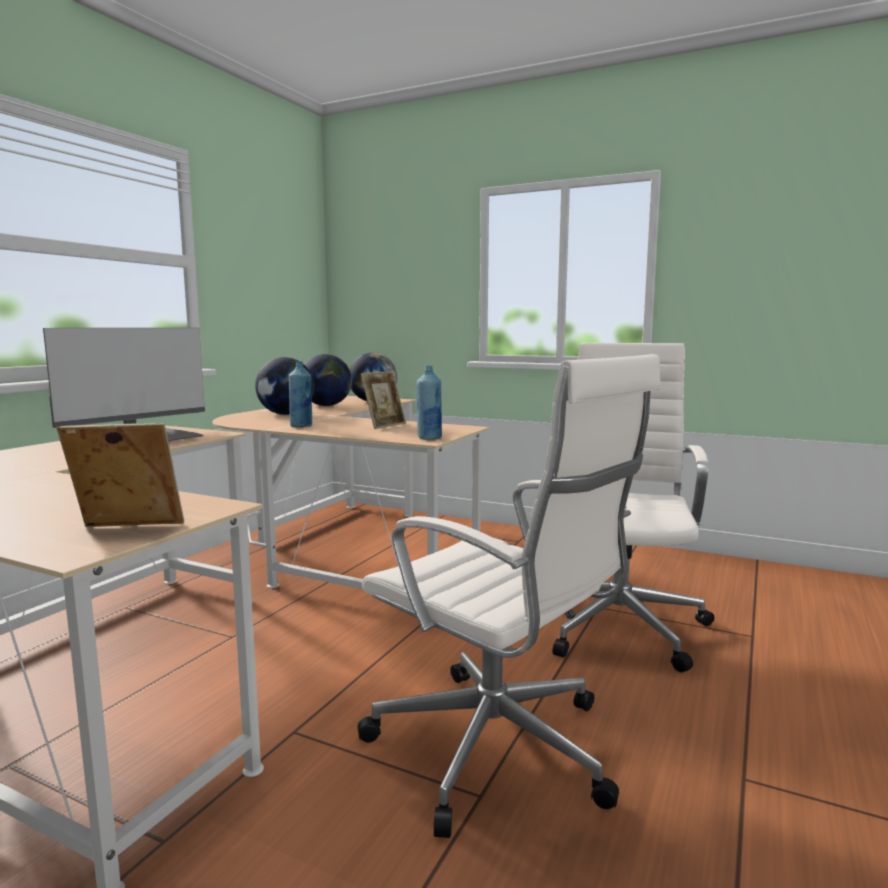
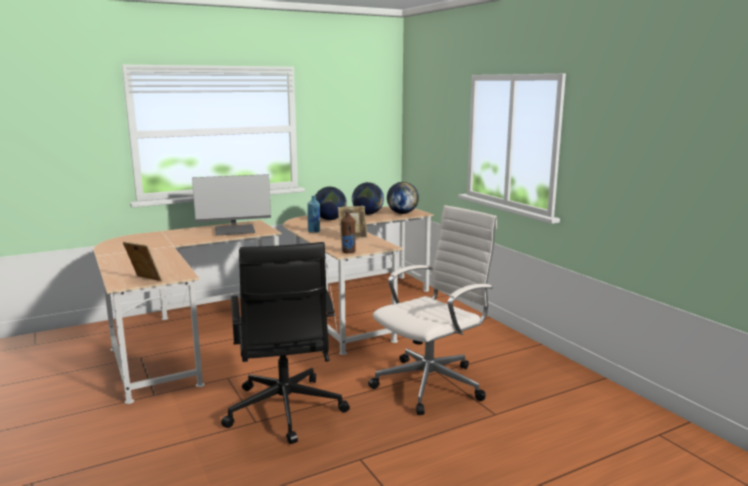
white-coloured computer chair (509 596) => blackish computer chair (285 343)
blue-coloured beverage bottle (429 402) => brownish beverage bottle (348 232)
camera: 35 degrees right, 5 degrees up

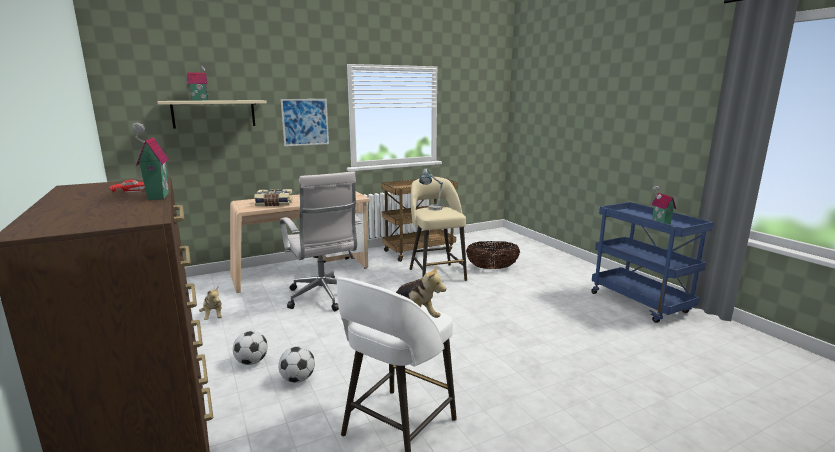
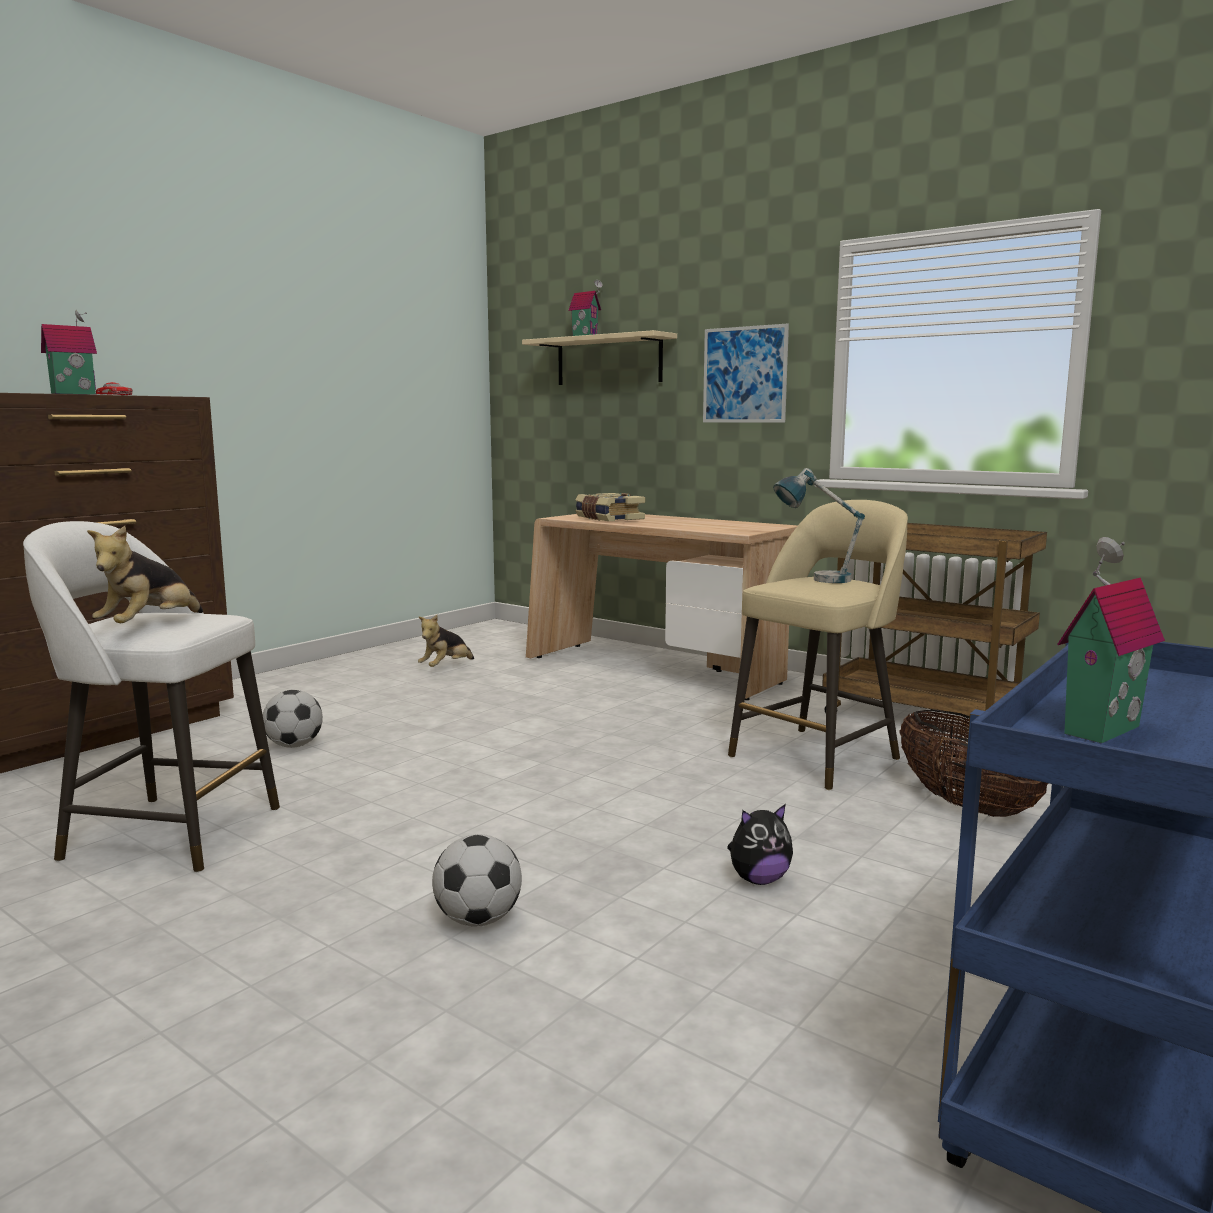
football ball (250 348) => football ball (477 880), relocated
nothing => plush toy (760 844)
white-coloured computer chair (320 241) => nothing
camera: 65 degrees right, 5 degrees down

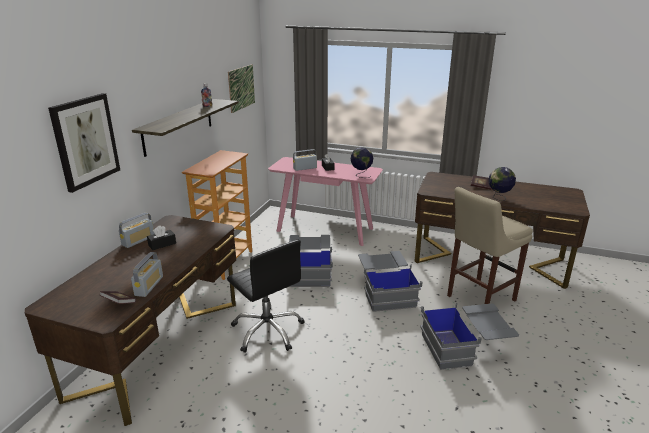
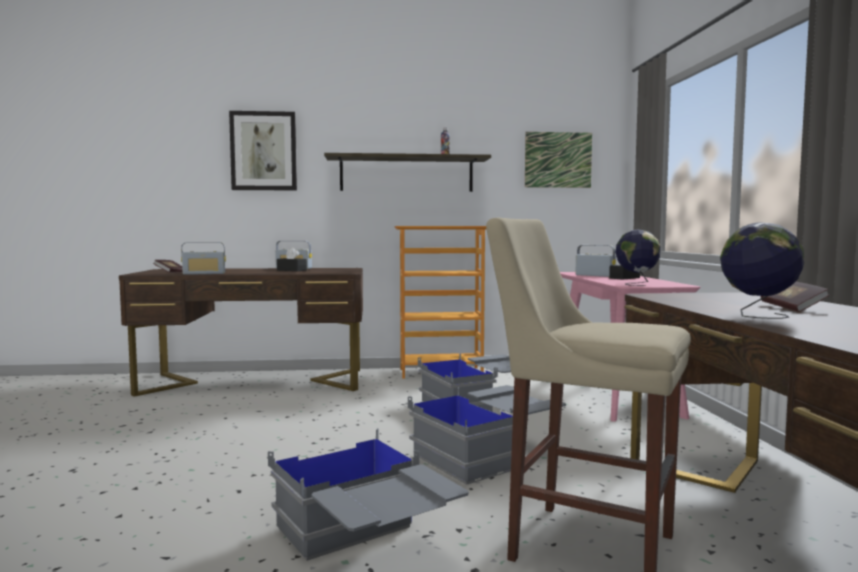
blackish computer chair (265 296) => nothing
camera: 65 degrees right, 20 degrees down

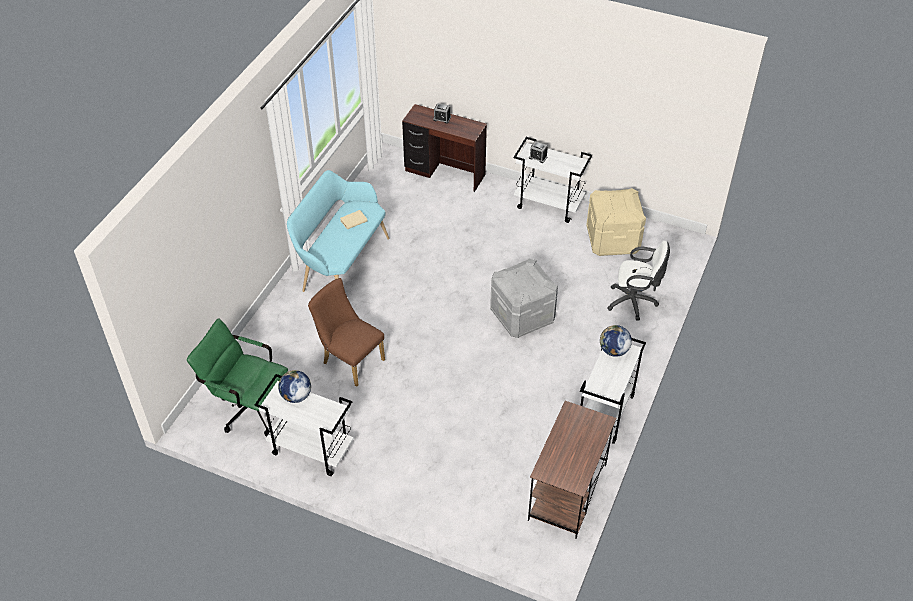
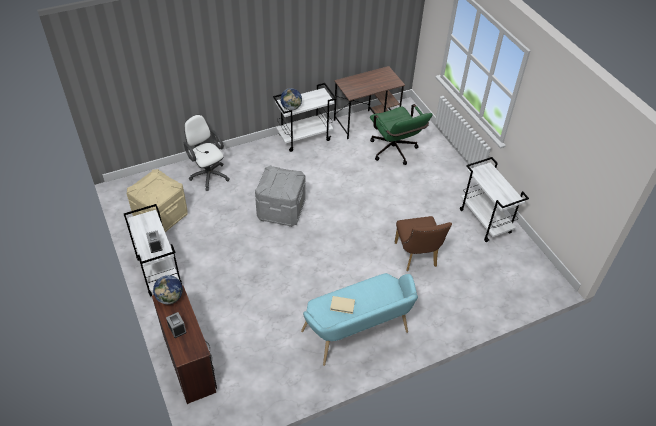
world globe (294 386) => world globe (168 289), relocated
greenish computer chair (237 377) => greenish computer chair (401 134), relocated
camera: 140 degrees left, 0 degrees up

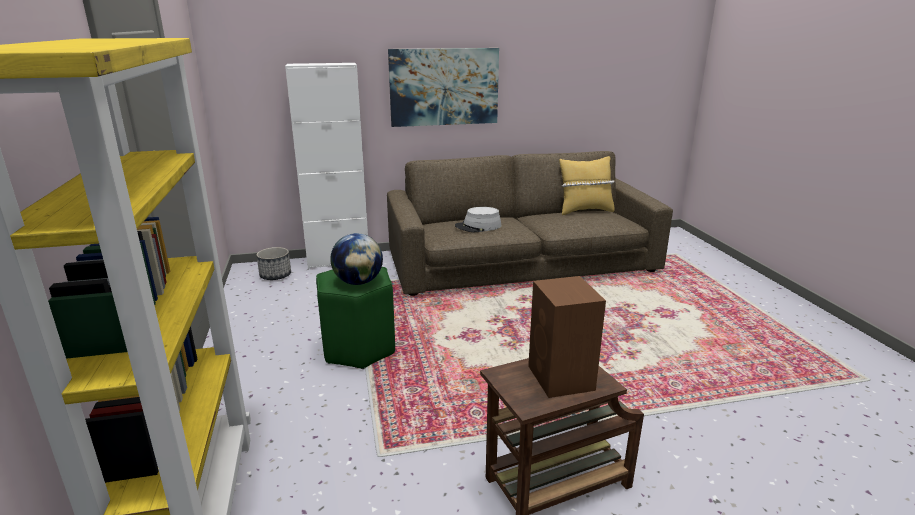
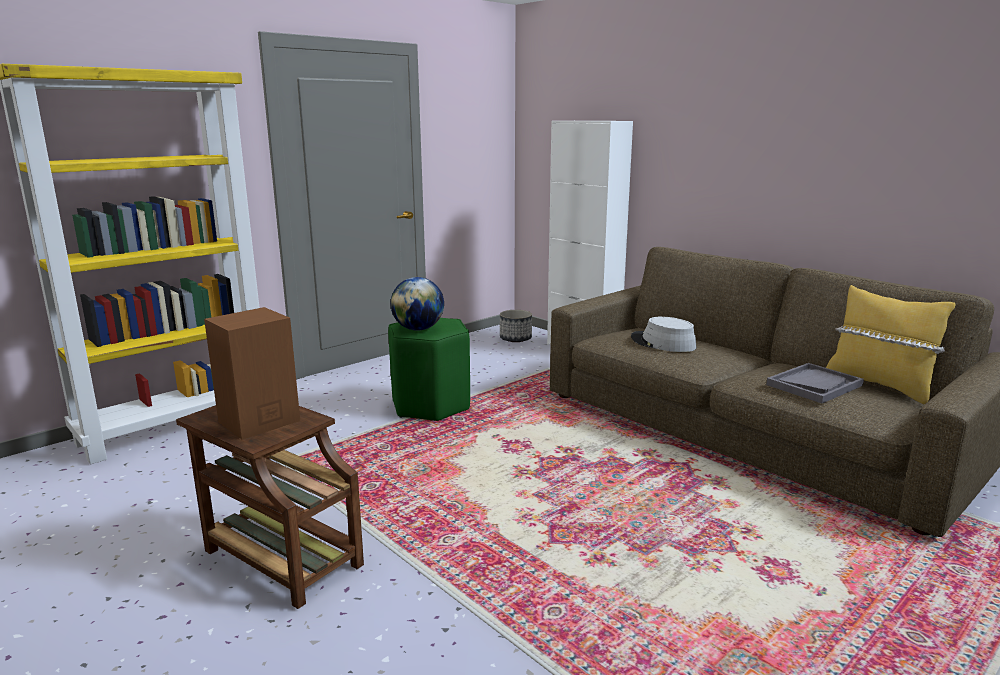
nothing => grey tray (815 383)
wall picture (443 87) => nothing
camera: 60 degrees right, 5 degrees down

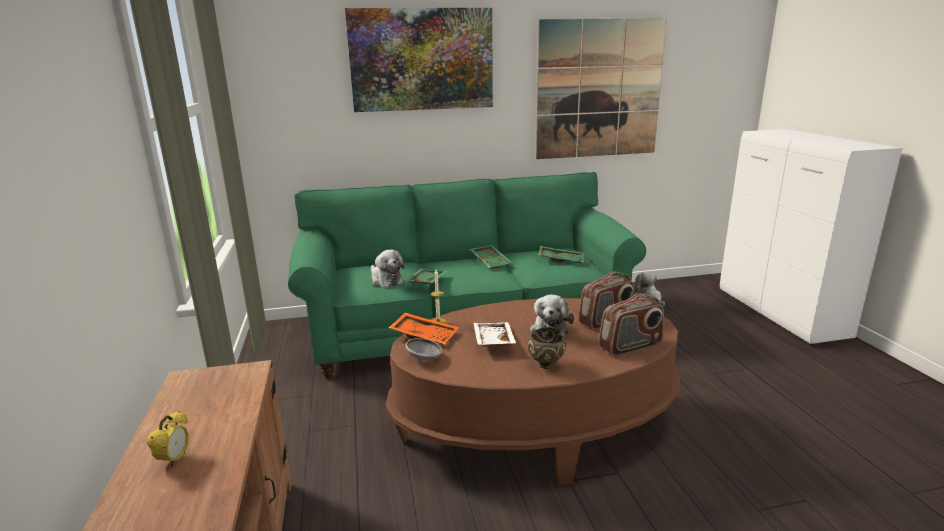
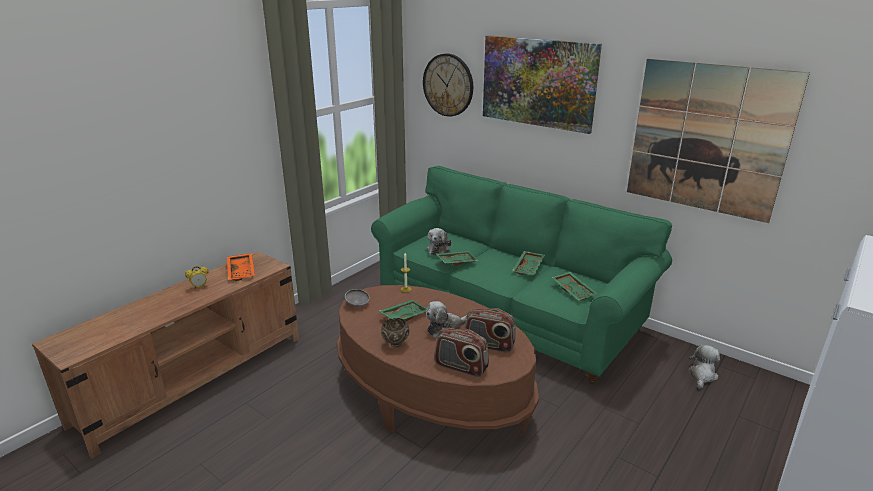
orange tray (424 328) => orange tray (241 267), relocated
white-coloured tray (495 334) => greenish tray (403 310)
nothing => clock on the wall (448 85)
camera: 50 degrees right, 5 degrees up

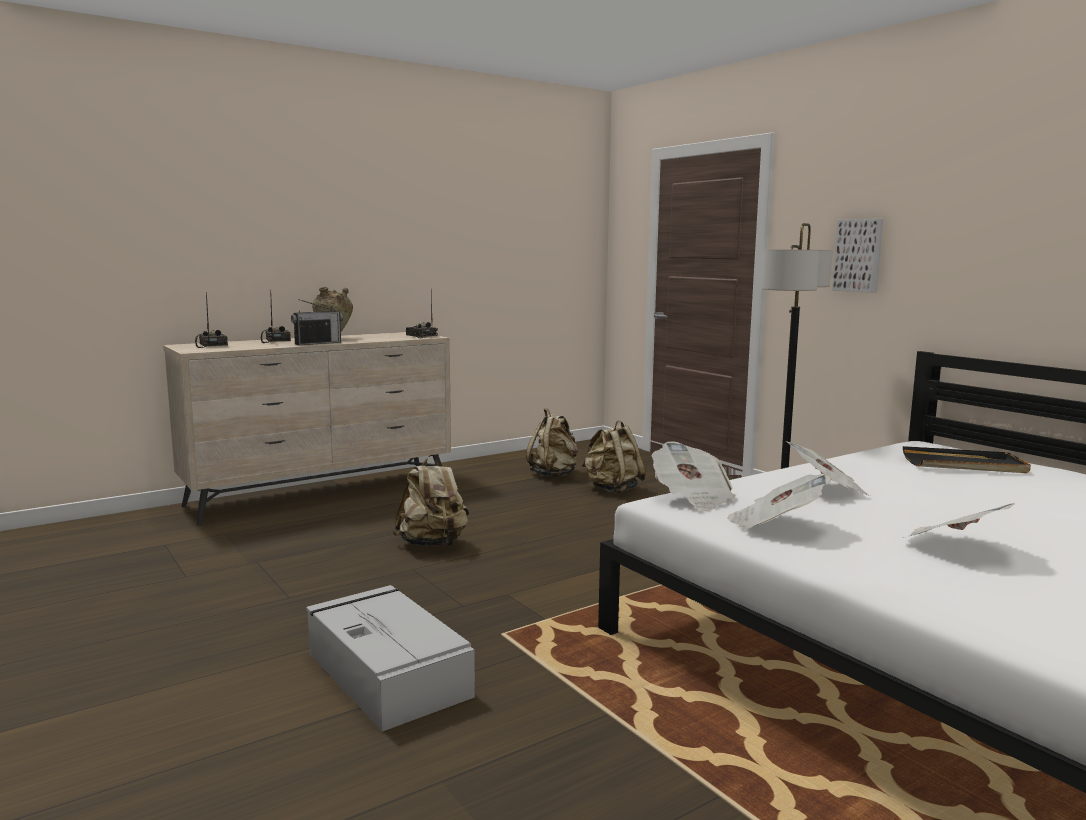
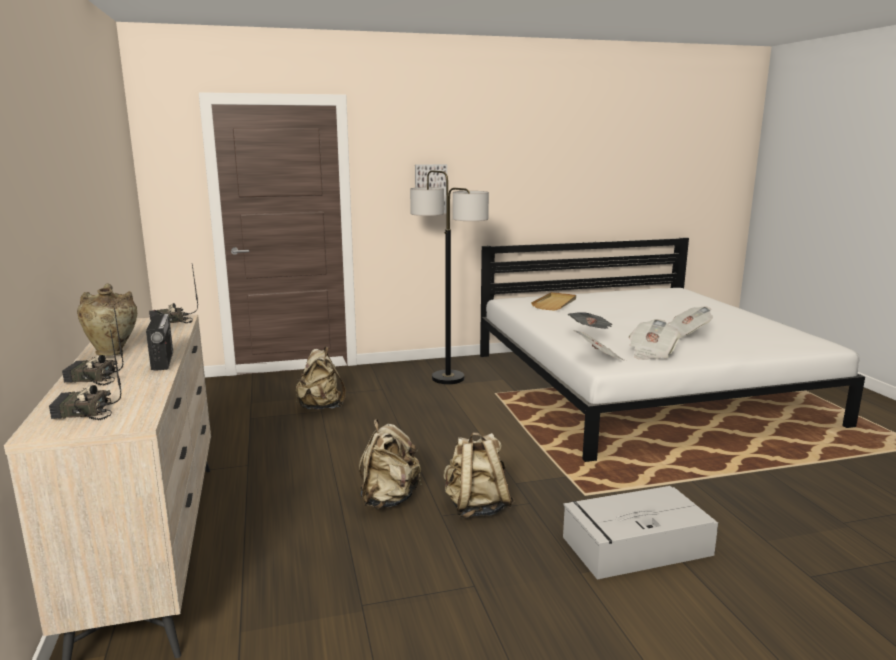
beige-coloured knapsack (552 442) => beige-coloured knapsack (479 475), relocated
blackish tray (967 459) => beige-coloured tray (553 301)
camera: 70 degrees left, 5 degrees up

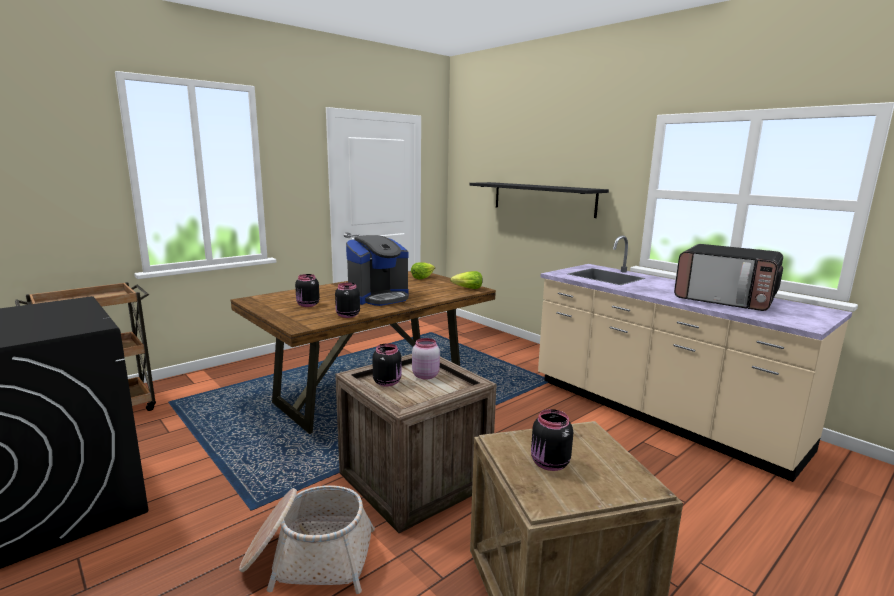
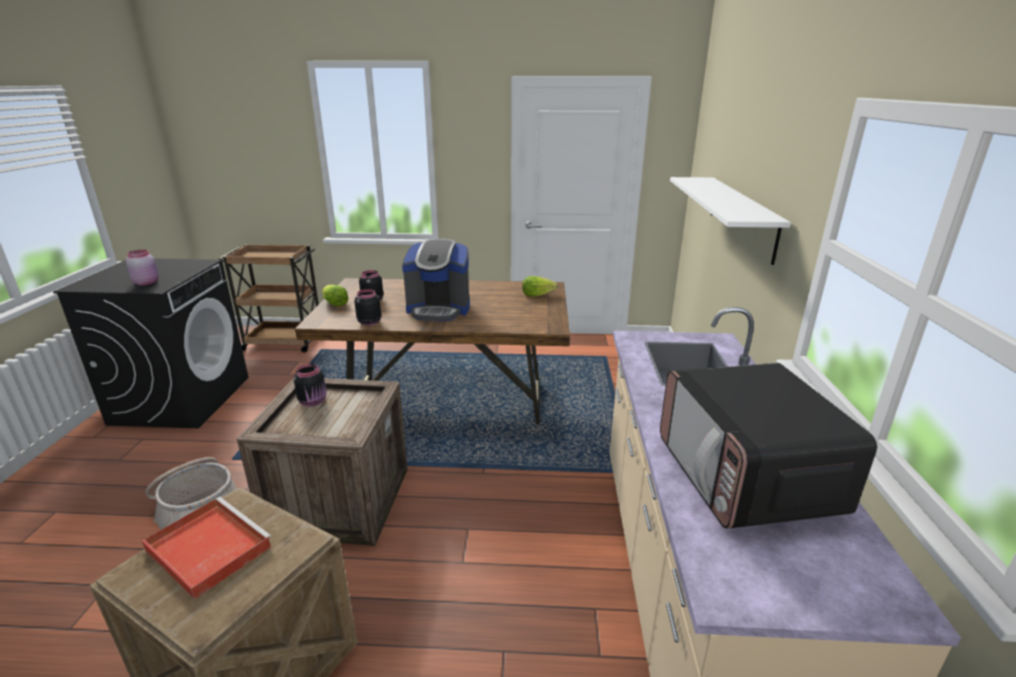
pink-coloured storage jar (426 359) => pink-coloured storage jar (142 267), relocated
blackish storage jar (552 440) => red-coloured tray (207 548)
lettuce (466 280) => lettuce (335 295), relocated
blackish shelf (539 200) => white-coloured shelf (730 221)
camera: 45 degrees right, 10 degrees up

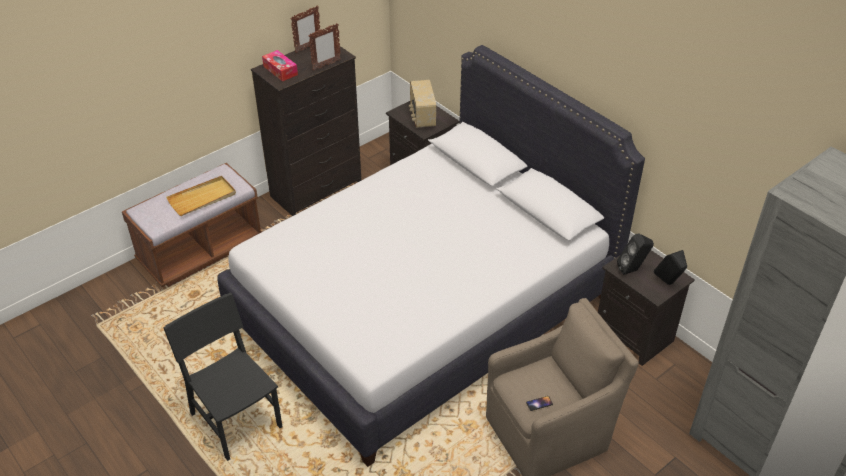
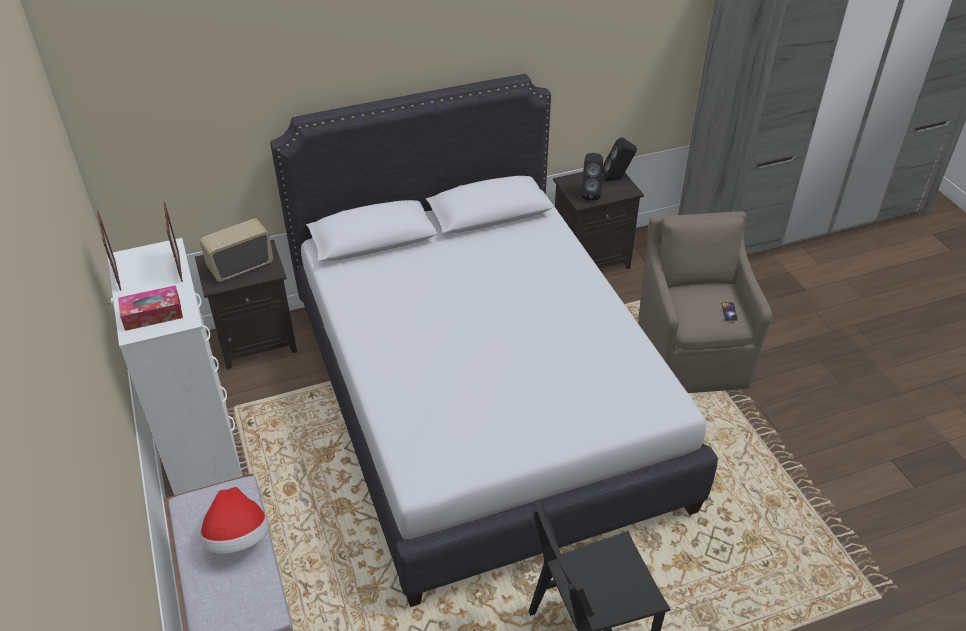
blackish drawer chest (306 130) => white-coloured drawer chest (175 366)
radio set (422 104) => radio set (236 250), 135 degrees clockwise
beige-coloured tray (201 196) => clothing hat (234 520)
camera: 70 degrees left, 0 degrees up

